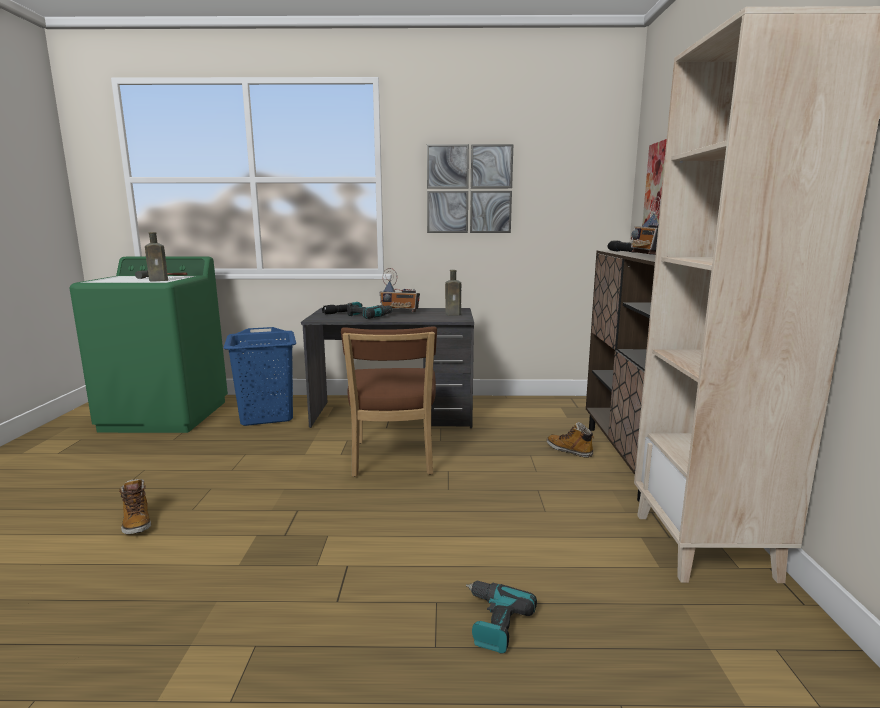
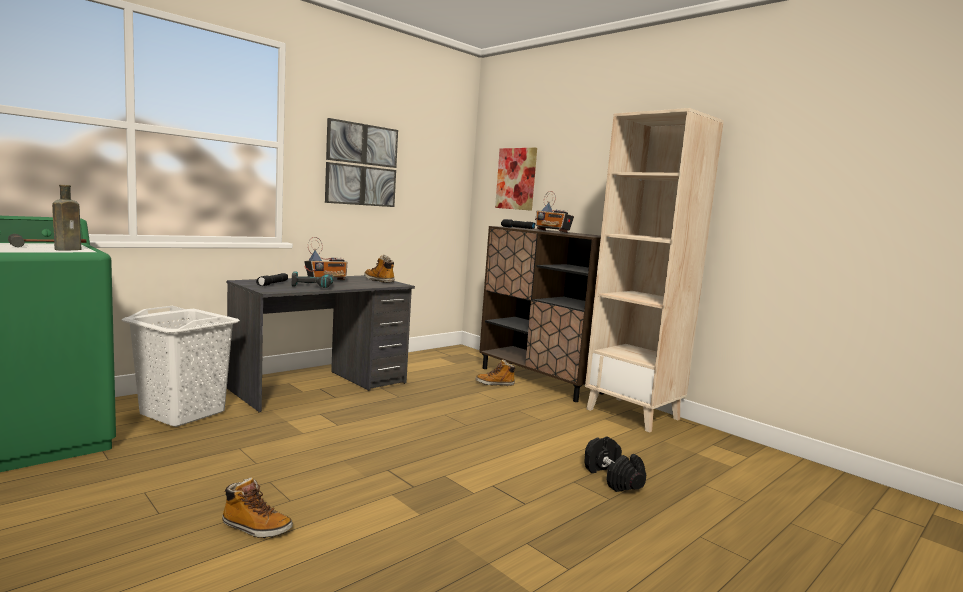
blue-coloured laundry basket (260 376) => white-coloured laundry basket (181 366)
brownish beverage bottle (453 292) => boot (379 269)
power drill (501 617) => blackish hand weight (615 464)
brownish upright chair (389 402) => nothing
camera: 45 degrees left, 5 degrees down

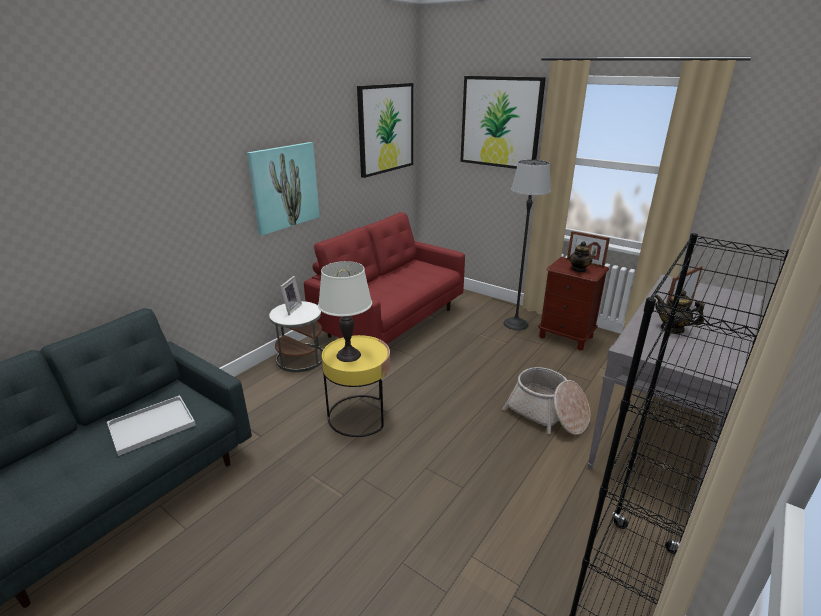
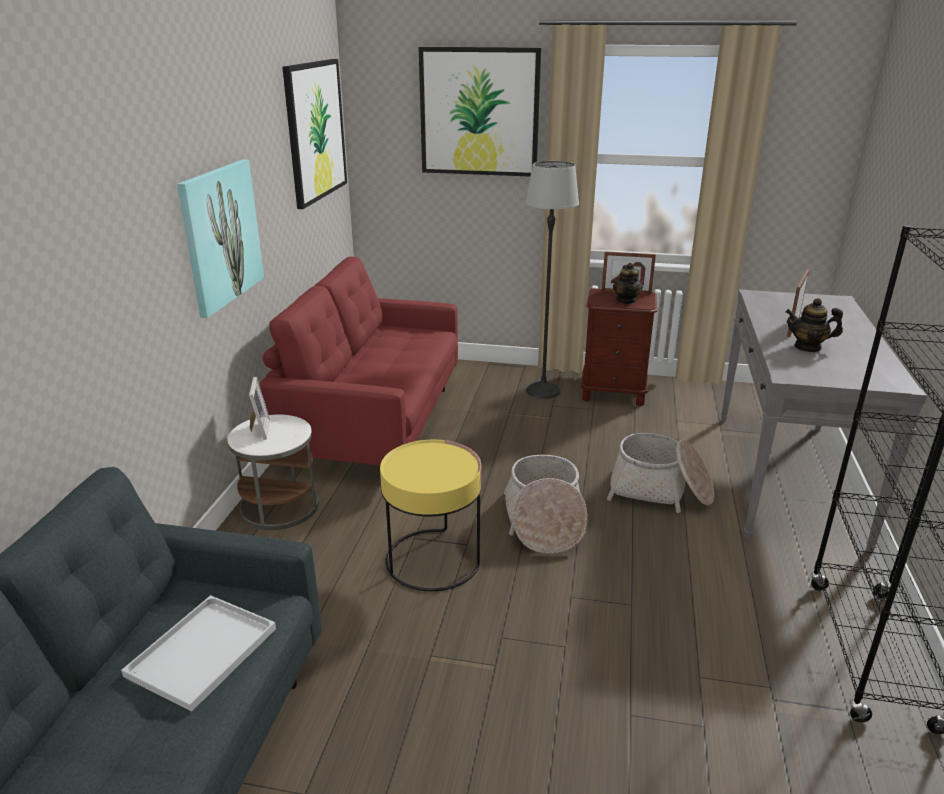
nothing => basket (545 504)
white-coloured lamp for a table (345 311) => nothing
camera: 25 degrees left, 0 degrees up

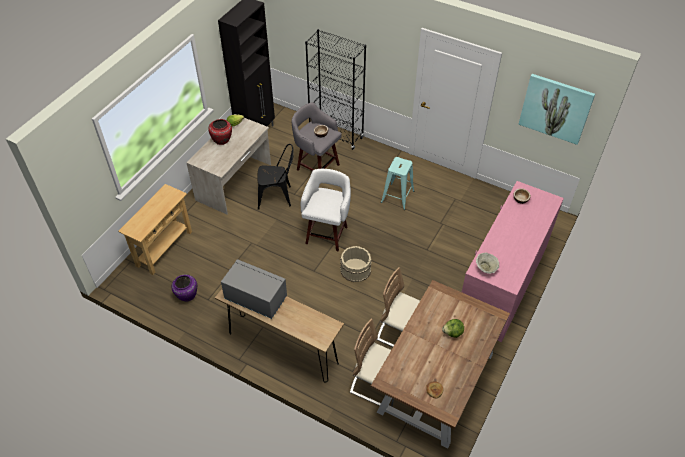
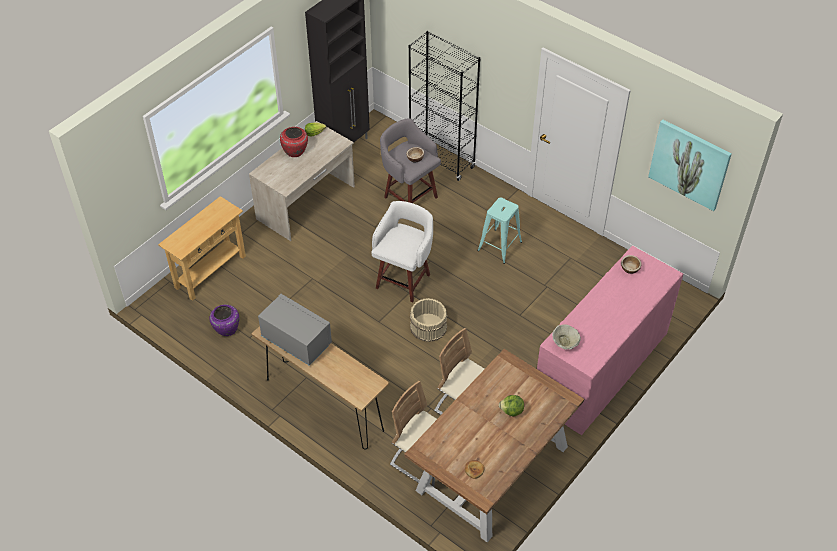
blackish upright chair (275 177) => nothing
camera: 10 degrees right, 0 degrees up

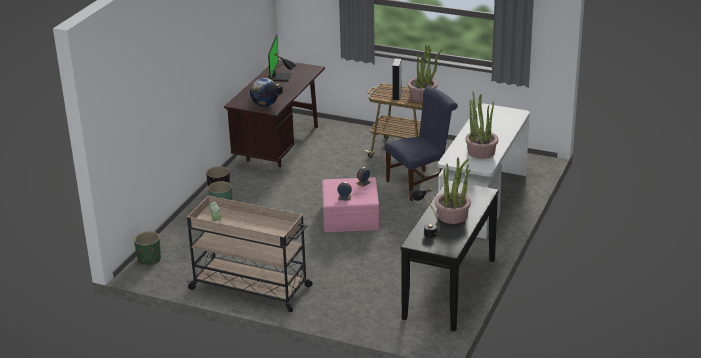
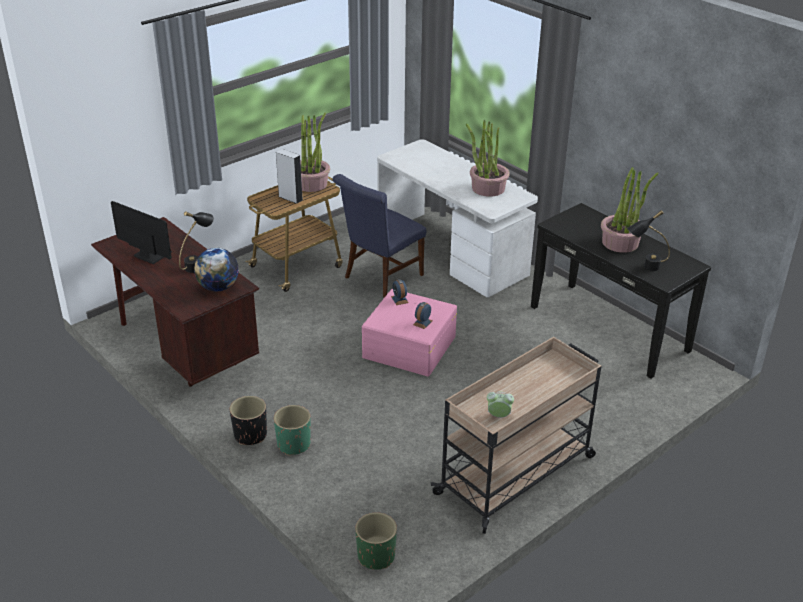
blue-coloured upright chair (421 143) => blue-coloured upright chair (379 236), 135 degrees counterclockwise
camera: 65 degrees left, 5 degrees up

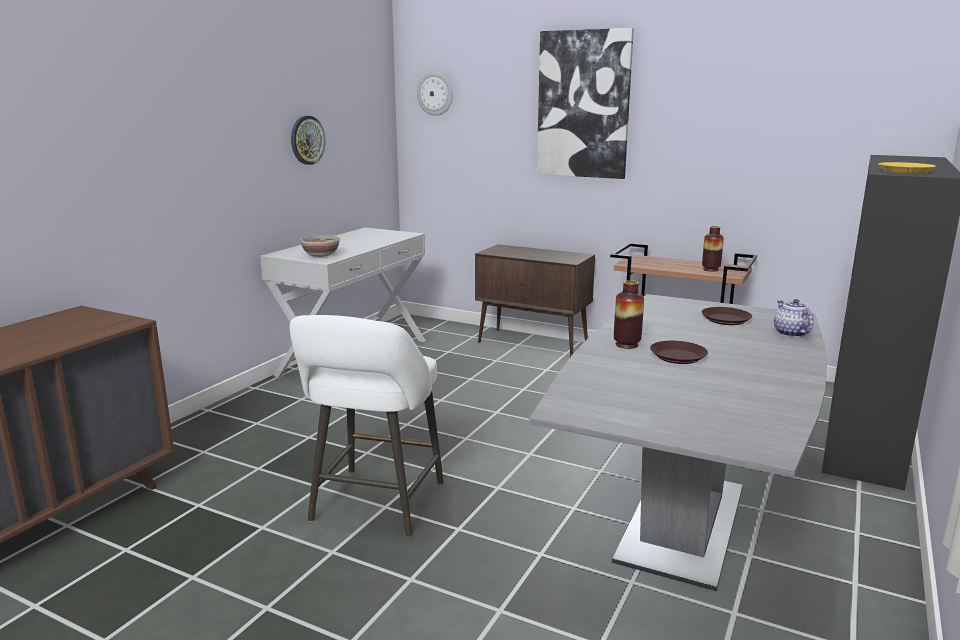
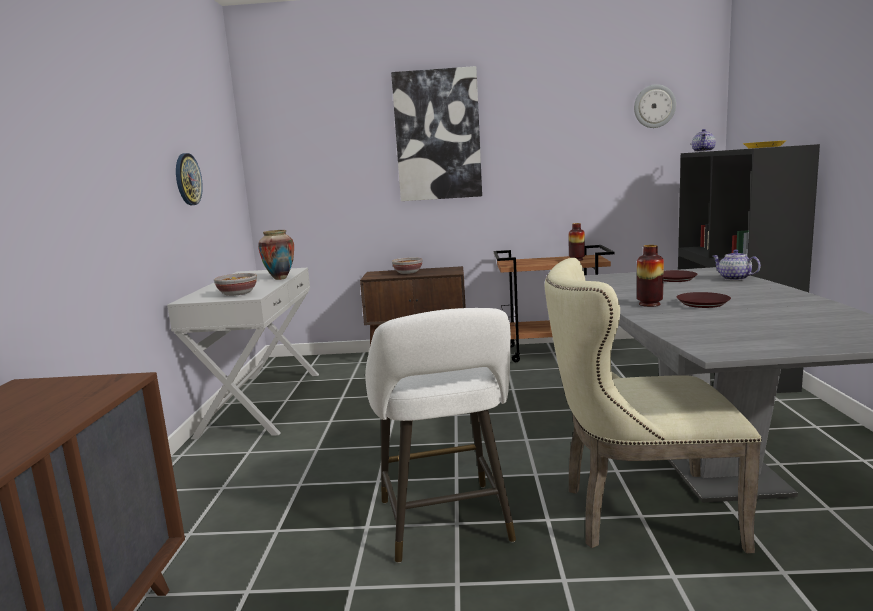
nothing => decorative vase (276 255)
nothing => bowl (407 265)
nothing => beige-coloured upright chair (653 405)
clock on the wall (435 94) => clock on the wall (655 106), relocated
nothing => teapot (704 140)
camera: 25 degrees left, 5 degrees down

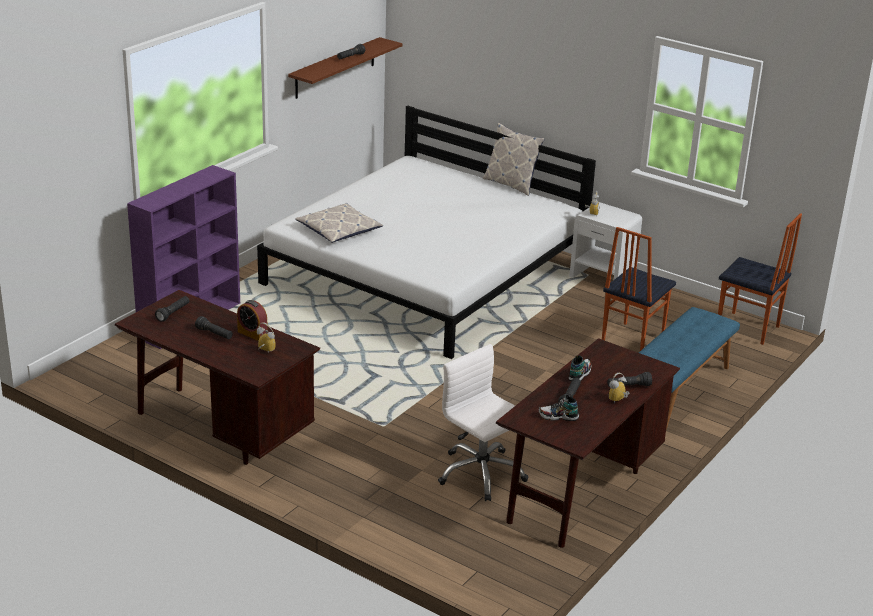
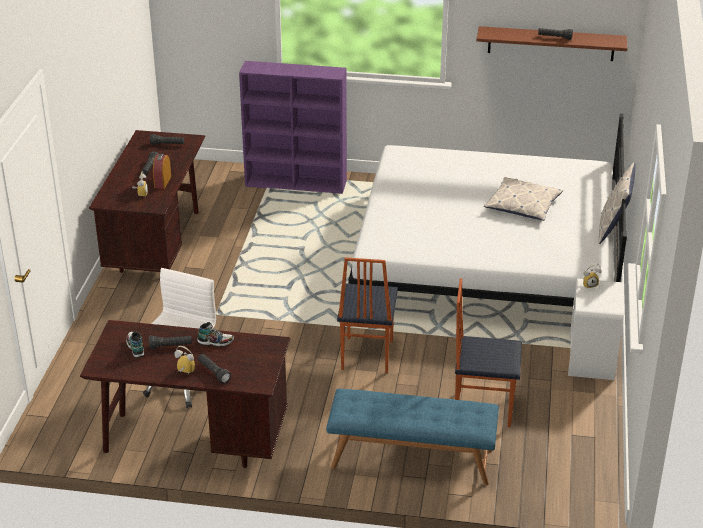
upright chair (760 279) => upright chair (367 315), relocated
pillow (339 223) => pillow (523 199), relocated
camera: 65 degrees right, 5 degrees up

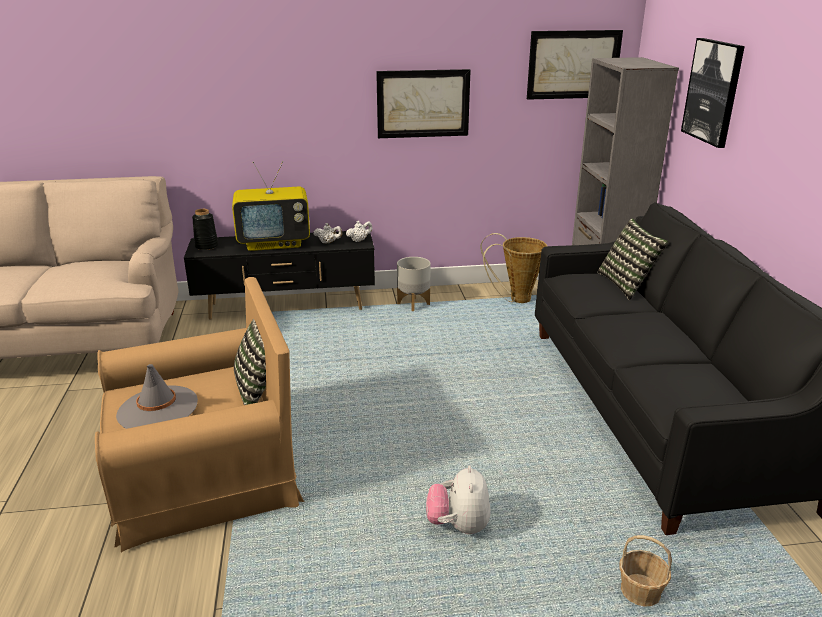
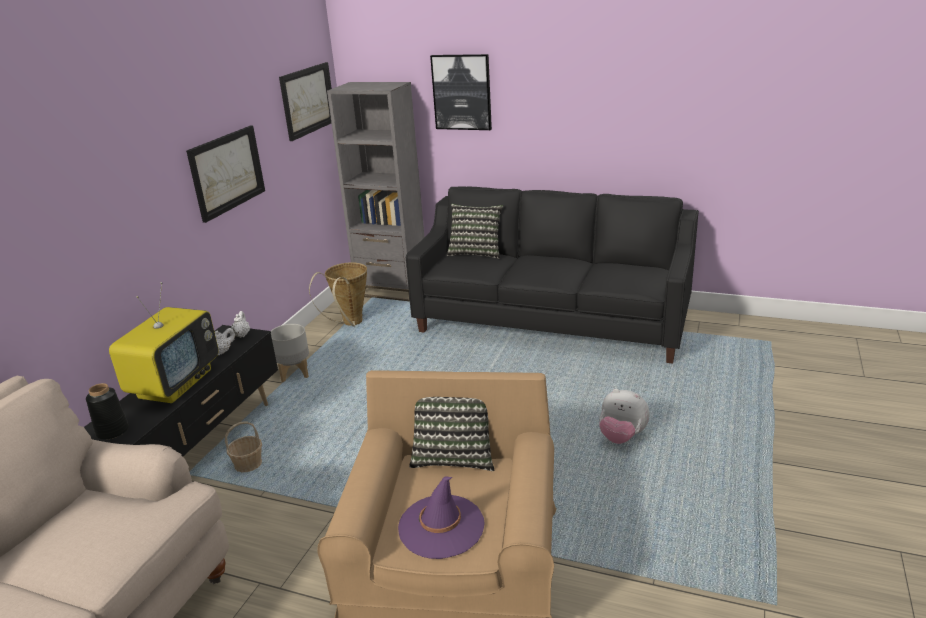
basket (645 571) => basket (243 447), relocated
grey clothing hat (157 396) => purplish clothing hat (441 517)
camera: 60 degrees left, 0 degrees up

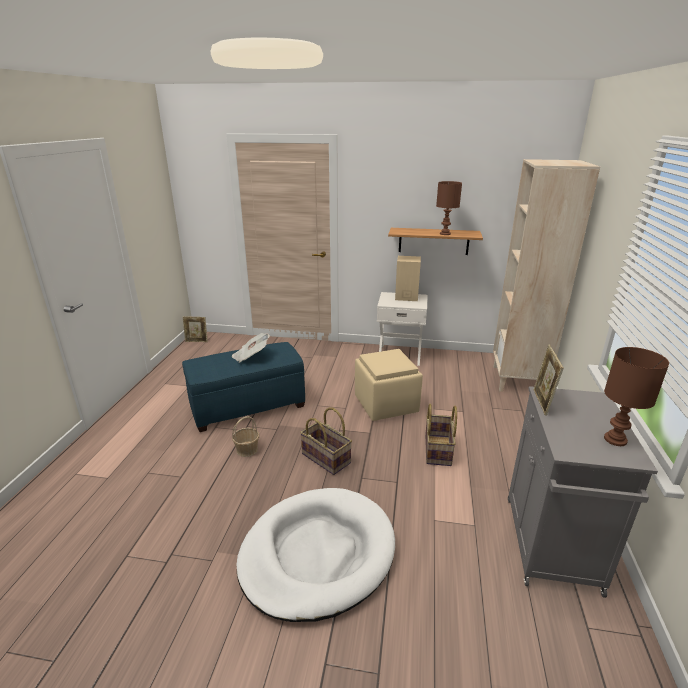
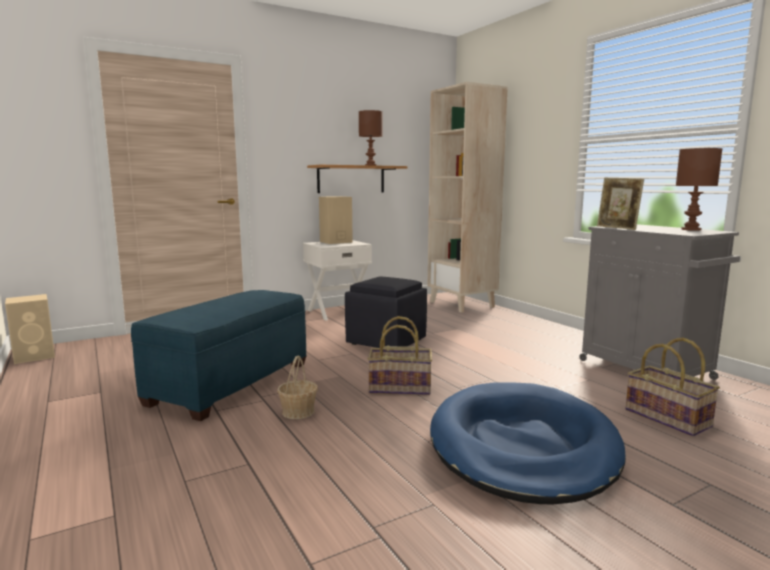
standing frame (195 329) => beige-coloured speaker (30 329)
beige-coloured footrest (389 385) => blackish footrest (386 312)
white-coloured dog bed (316 555) => blue-coloured dog bed (528 443)
basket (441 435) => basket (672 387), relocated
printed paper (251 348) => nothing
camera: 40 degrees left, 15 degrees down

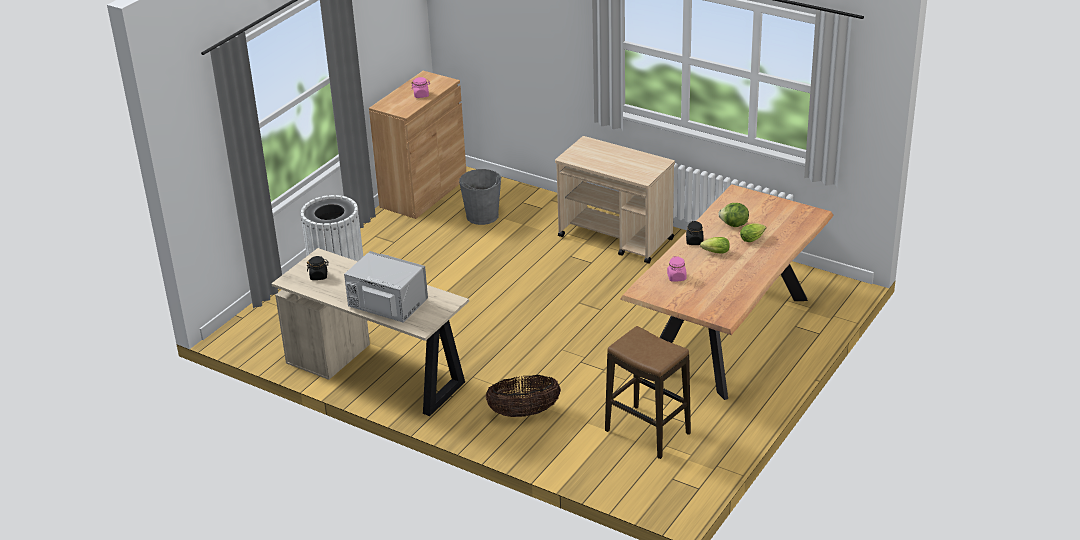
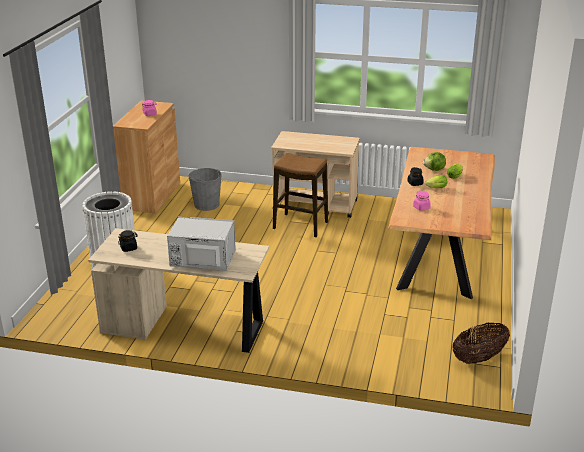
stool seat (648 392) => stool seat (300 195), relocated
basket (523 396) => basket (481 343), relocated
camera: 20 degrees left, 5 degrees down

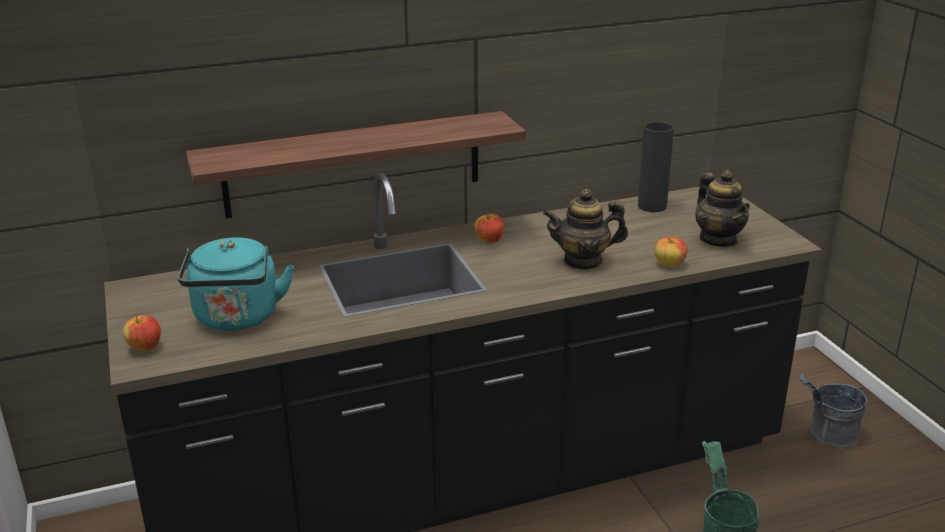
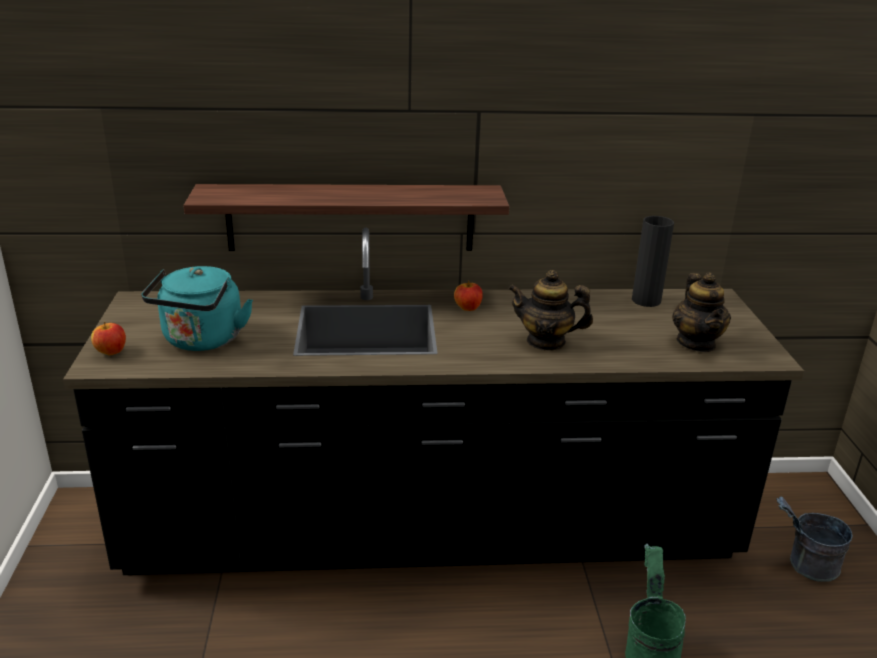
apple (671 251) => nothing
camera: 15 degrees right, 0 degrees up

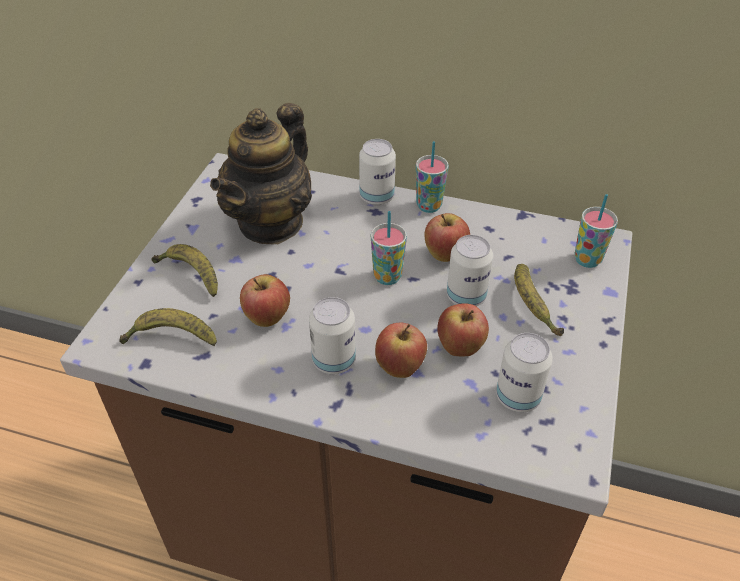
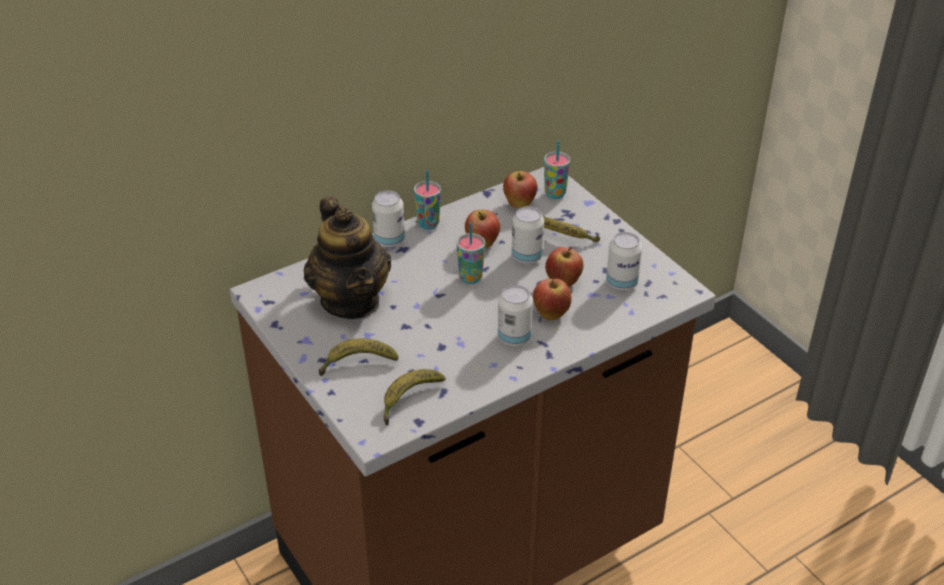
apple (265 300) => apple (520 189), relocated
camera: 50 degrees left, 5 degrees down

